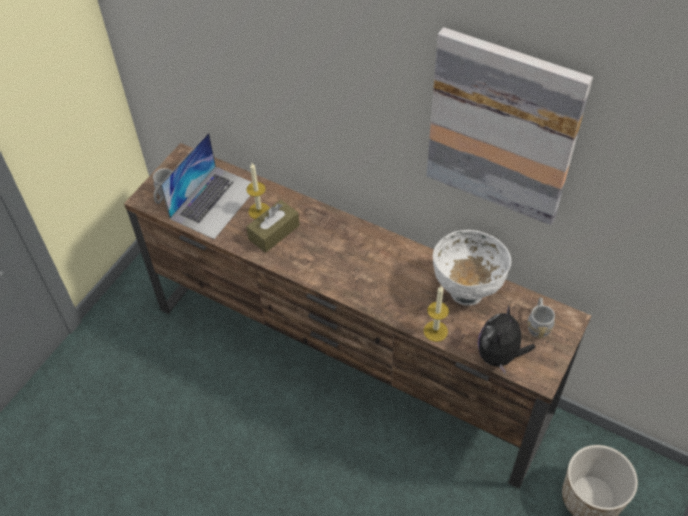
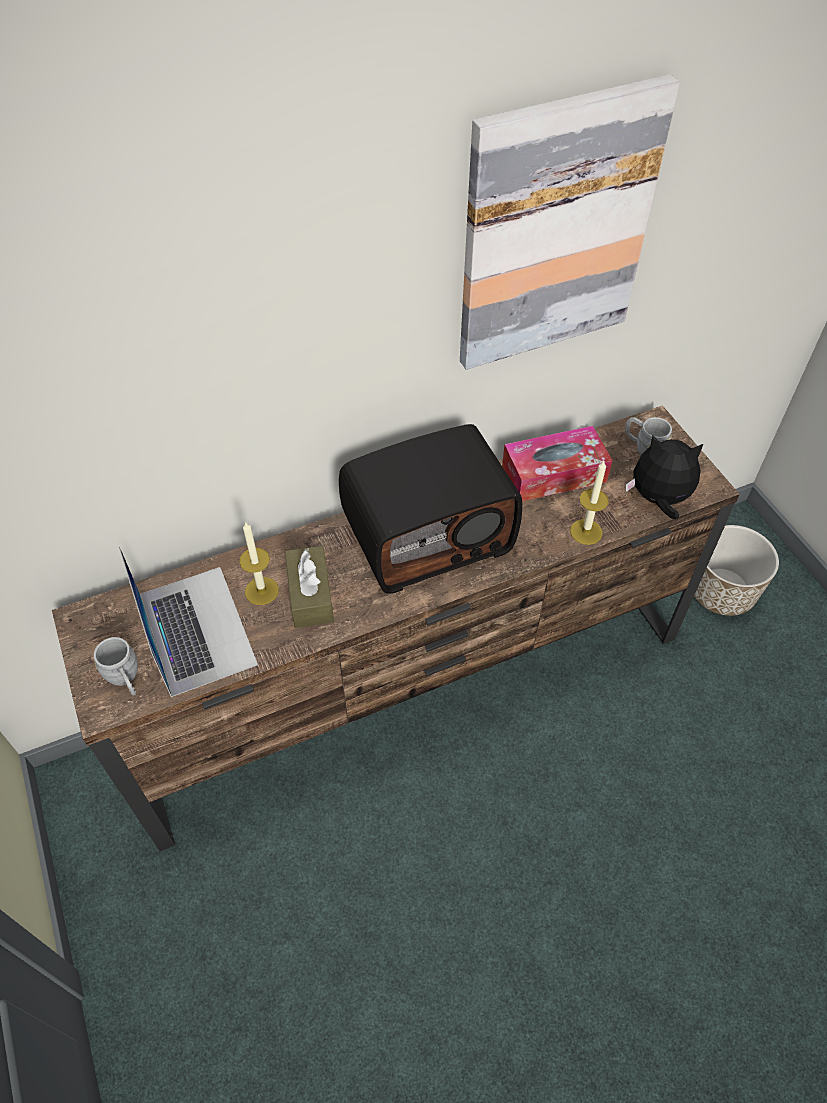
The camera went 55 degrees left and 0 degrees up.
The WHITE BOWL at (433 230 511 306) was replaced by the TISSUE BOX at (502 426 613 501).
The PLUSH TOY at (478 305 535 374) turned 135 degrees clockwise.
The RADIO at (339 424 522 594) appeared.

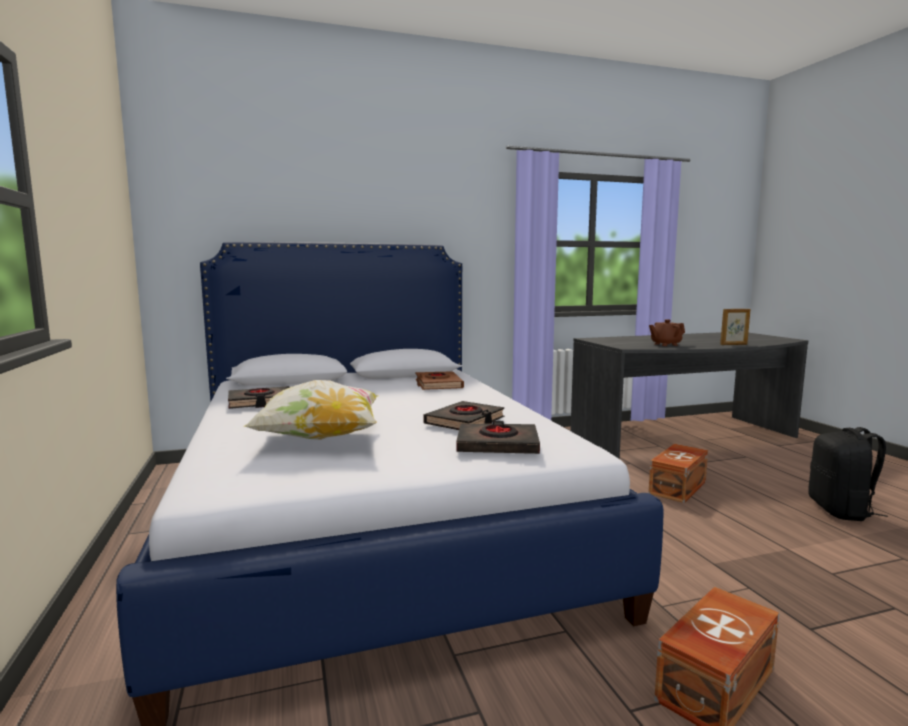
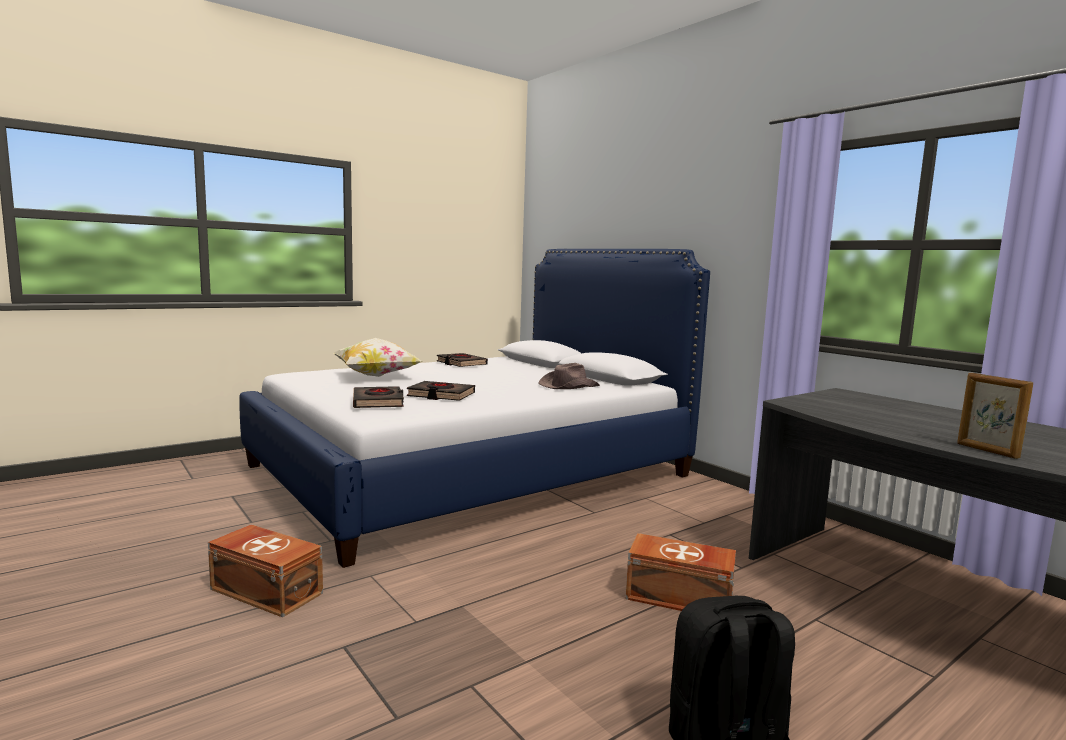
The camera went 70 degrees right and 0 degrees up.
The BROWN BOOK at (416 371 464 390) was replaced by the BROWN HAT at (538 363 600 389).
The BROWN TEAPOT at (649 319 685 346) disappeared.

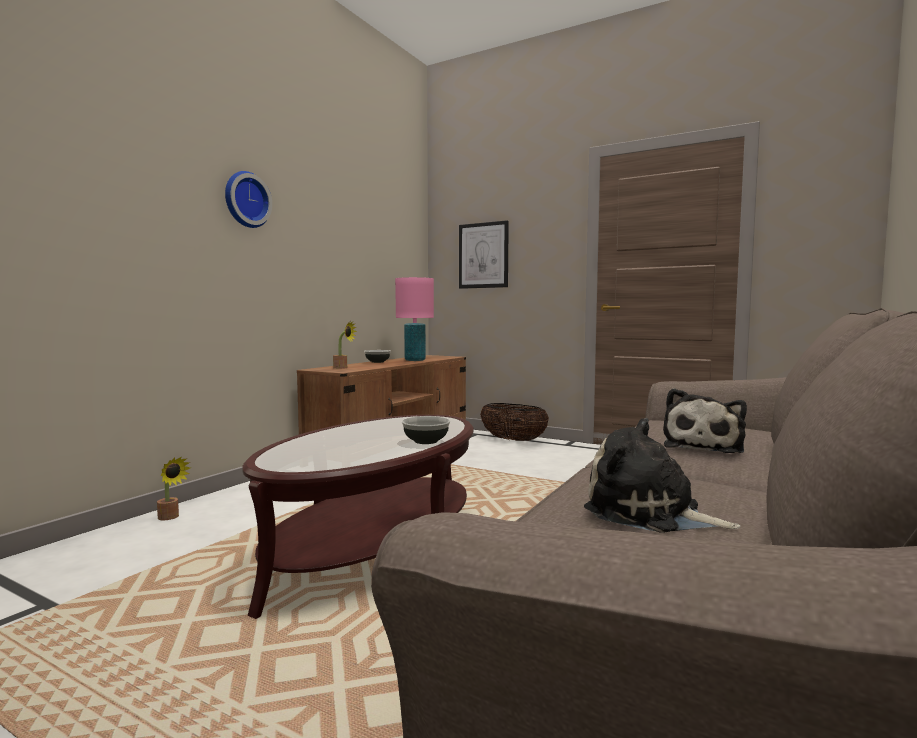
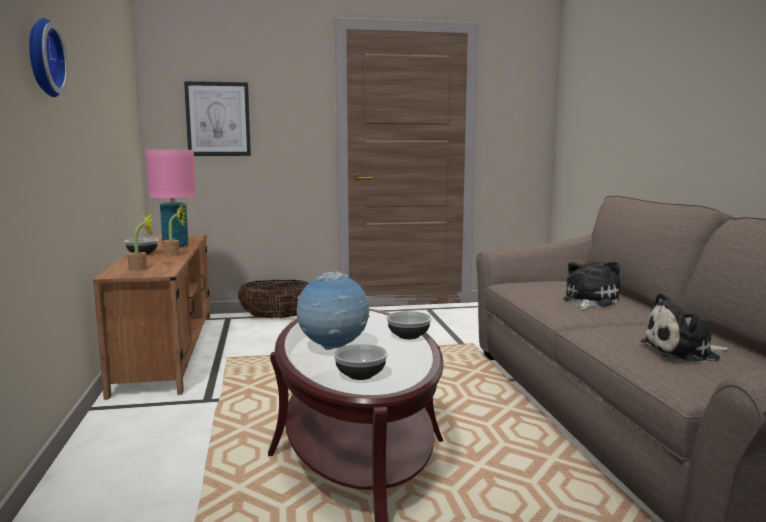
The camera went 40 degrees left and 5 degrees up.
The POTTED PLANT moved from (157 457 190 520) to (163 204 186 256).
The PLUSH TOY at (663 388 747 453) turned 135 degrees counterclockwise.
The GLOBE at (297 272 370 350) appeared.
The BOWL at (333 344 388 380) appeared.

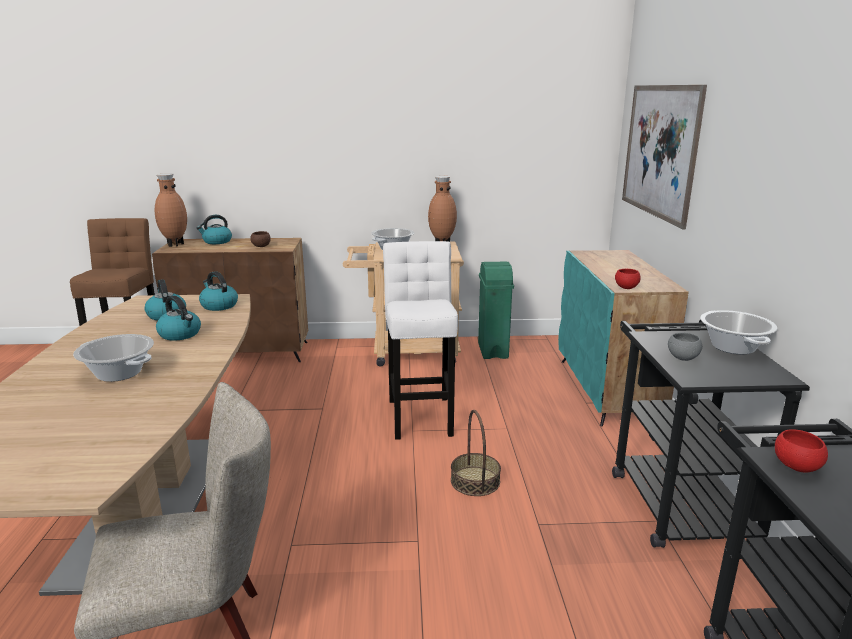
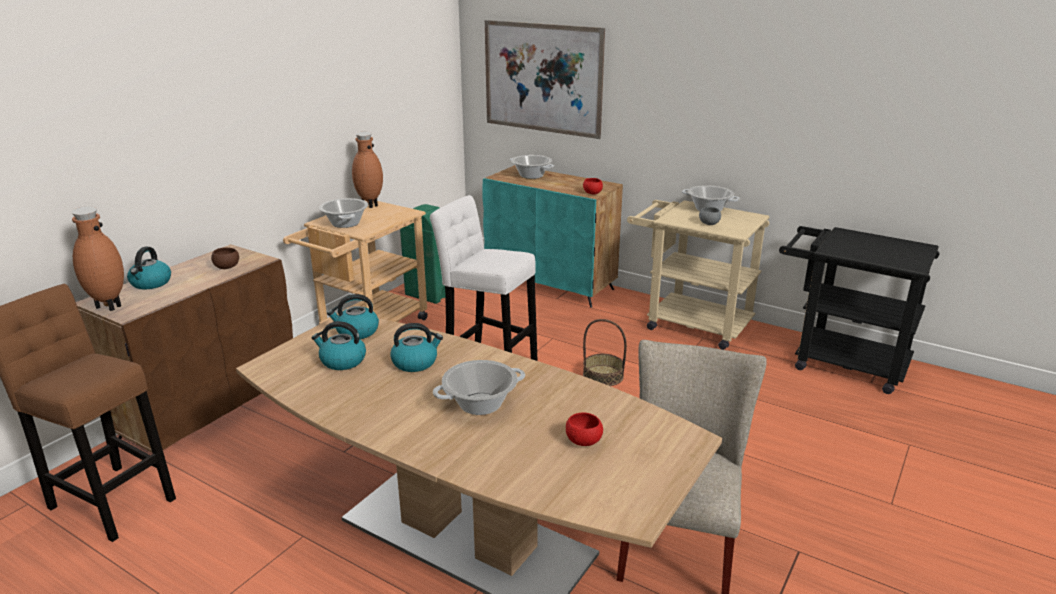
The camera went 55 degrees left and 5 degrees up.
The BLACK CART at (612 320 810 548) became the BEIGE CART at (627 200 769 350).
The RED BOWL moved from (775 429 828 473) to (566 413 603 446).
The COOKING POT at (510 155 554 179) appeared.

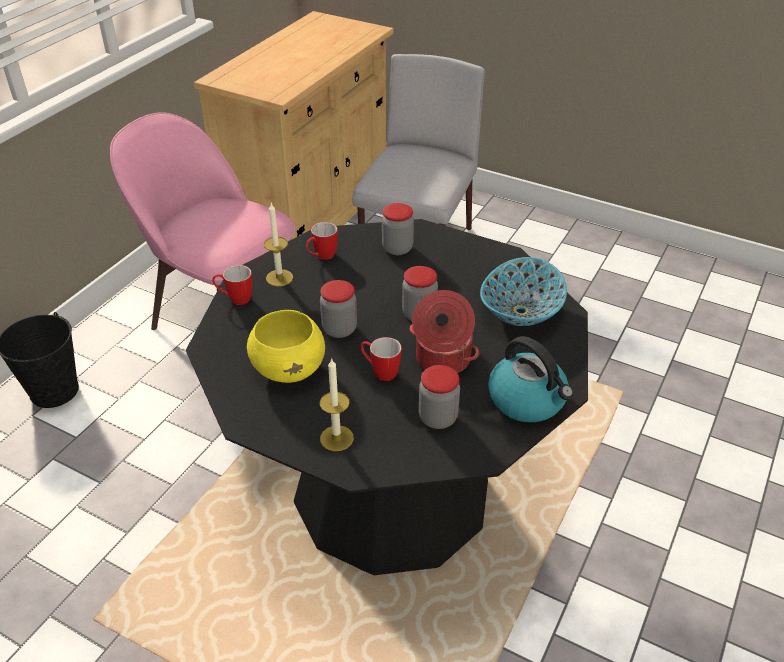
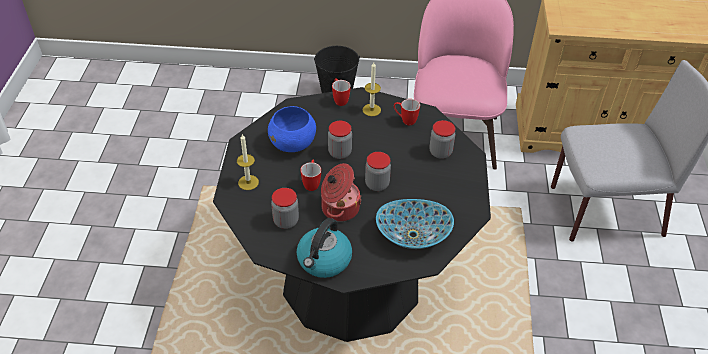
The camera went 65 degrees right and 5 degrees up.
The YELLOW BOWL at (247 310 325 383) became the BLUE BOWL at (268 106 316 152).

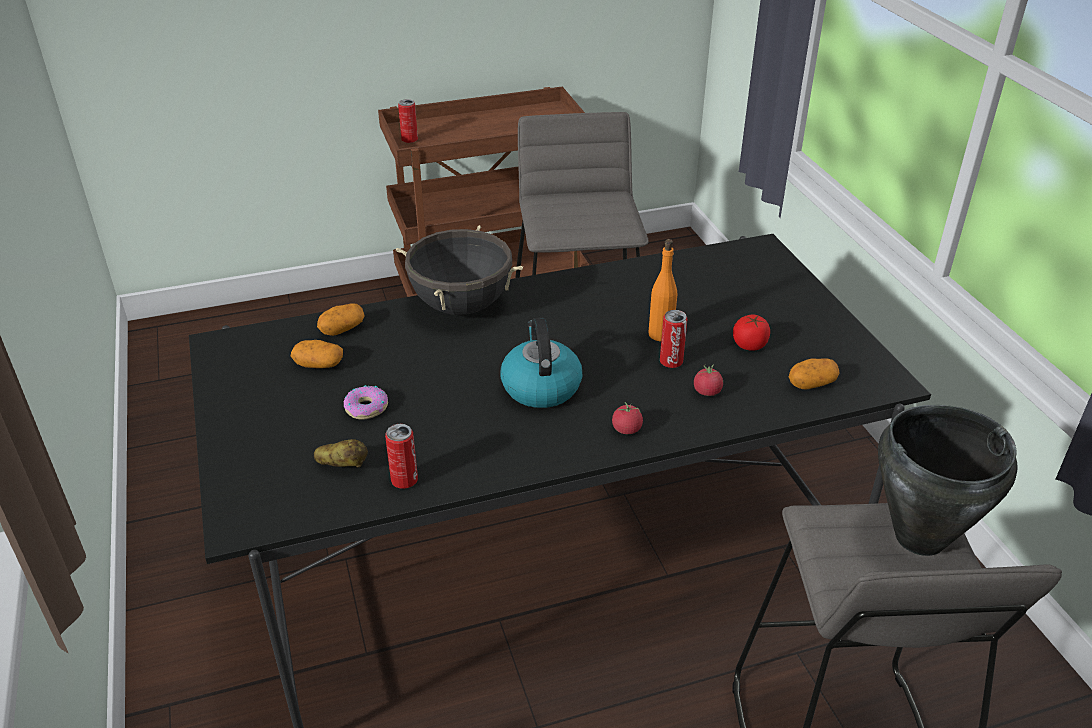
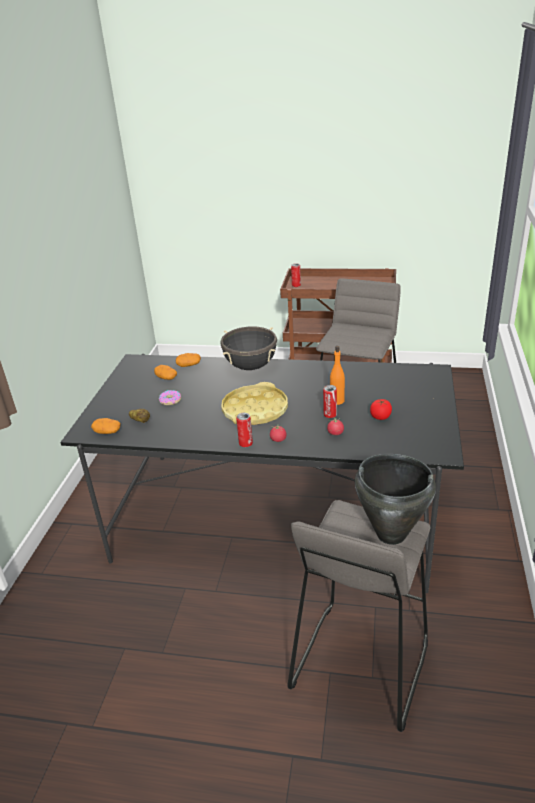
The camera went 30 degrees right and 5 degrees down.
The CAN moved from (385 424 418 489) to (236 413 253 447).
The KETTLE at (500 317 582 408) was replaced by the YELLOW TRAY at (221 382 288 425).
The POTATO moved from (789 358 840 389) to (91 418 121 434).

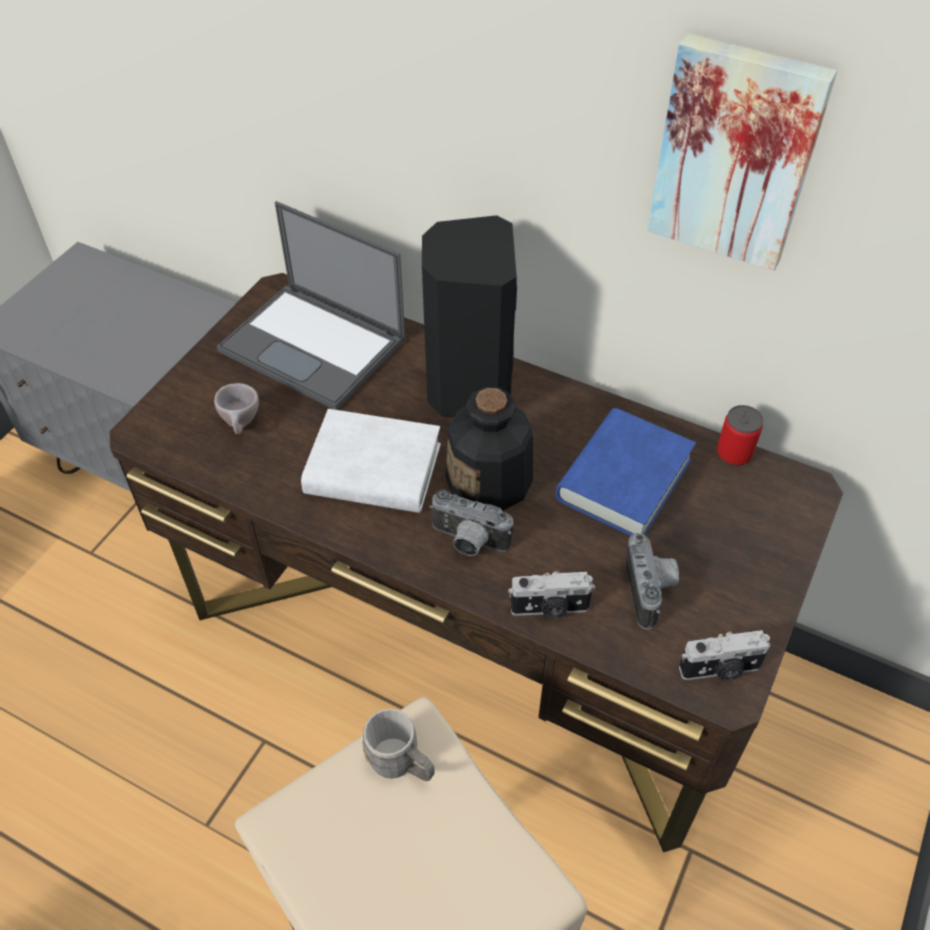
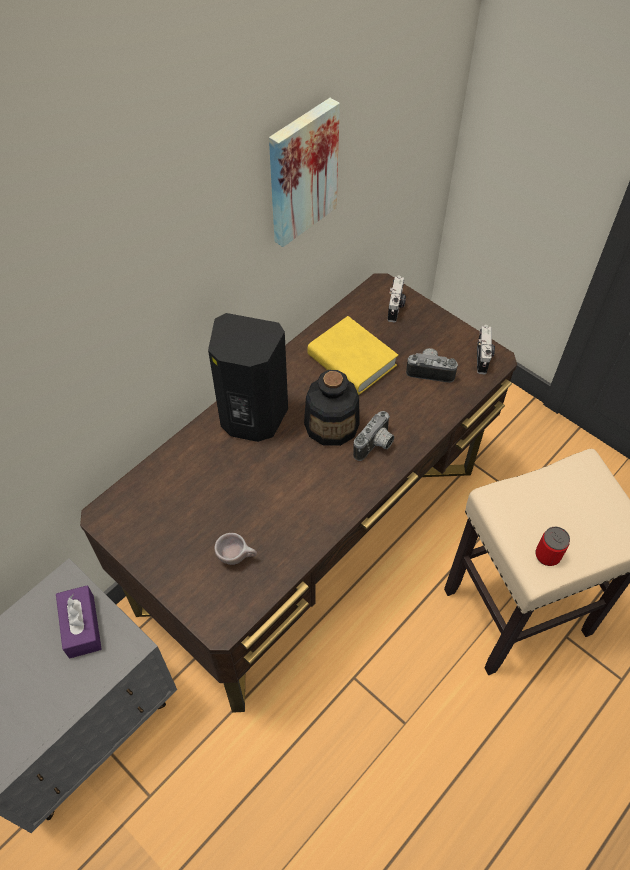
The camera went 75 degrees left and 5 degrees up.
The LAPTOP at (217 201 405 410) disappeared.
The WHITE BOOK at (301 409 441 513) disappeared.
The GREY MUG at (363 709 435 781) disappeared.
The PHOTO CAMERA moved from (508 571 595 618) to (388 275 406 323).
The BLUE BOOK at (556 408 696 536) became the YELLOW BOOK at (307 316 398 395).
The CAN moved from (717 405 763 466) to (536 527 570 566).
The PURPLE TISSUE BOX at (56 585 102 658) appeared.

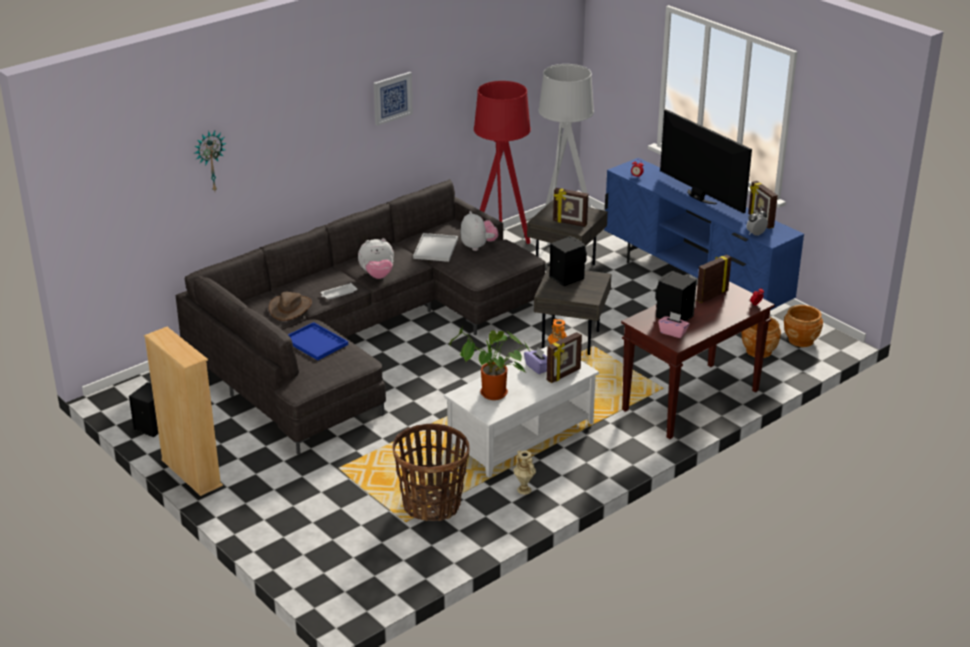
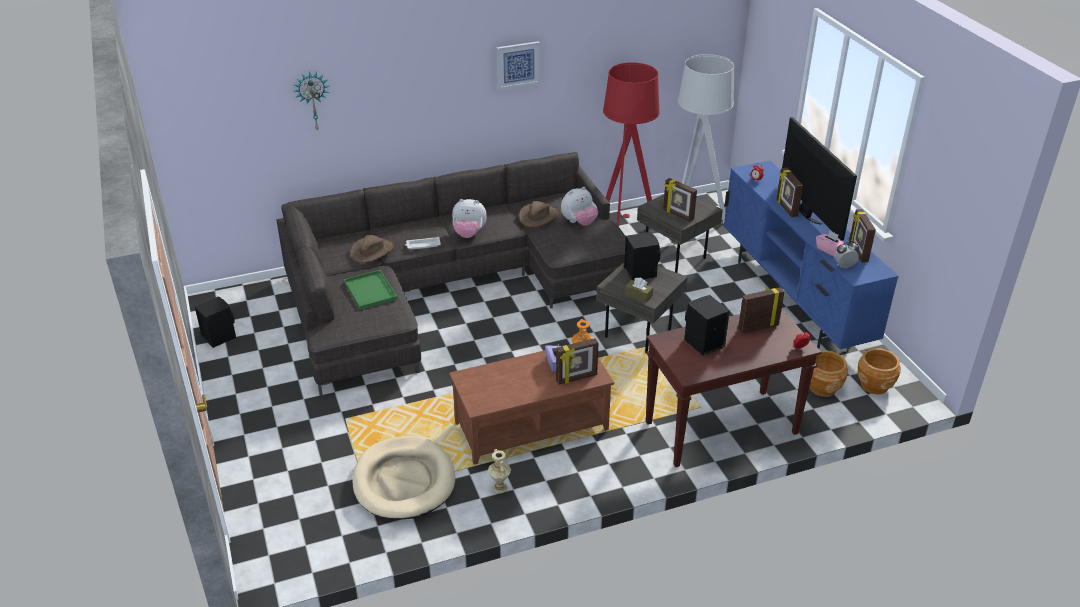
The camera went 20 degrees right and 5 degrees up.
The BEIGE BOOKCASE at (144 327 223 496) disappeared.
The BLUE TRAY at (288 322 348 360) became the GREEN TRAY at (344 270 398 310).
The BASKET at (392 424 470 521) was replaced by the BEIGE DOG BED at (352 436 455 519).
The WHITE TRAY at (413 233 458 262) was replaced by the BROWN HAT at (519 201 559 228).
The WHITE COFFEE TABLE at (444 347 599 477) became the BROWN COFFEE TABLE at (449 350 614 465).
The POTTED PLANT at (449 326 529 400) disappeared.
The PLUSH TOY at (461 211 498 251) turned 60 degrees clockwise.
The PINK TISSUE BOX moved from (658 312 689 338) to (816 230 846 256).
The BROWN TISSUE BOX at (625 278 653 302) appeared.
The PICTURE FRAME at (777 168 803 217) appeared.

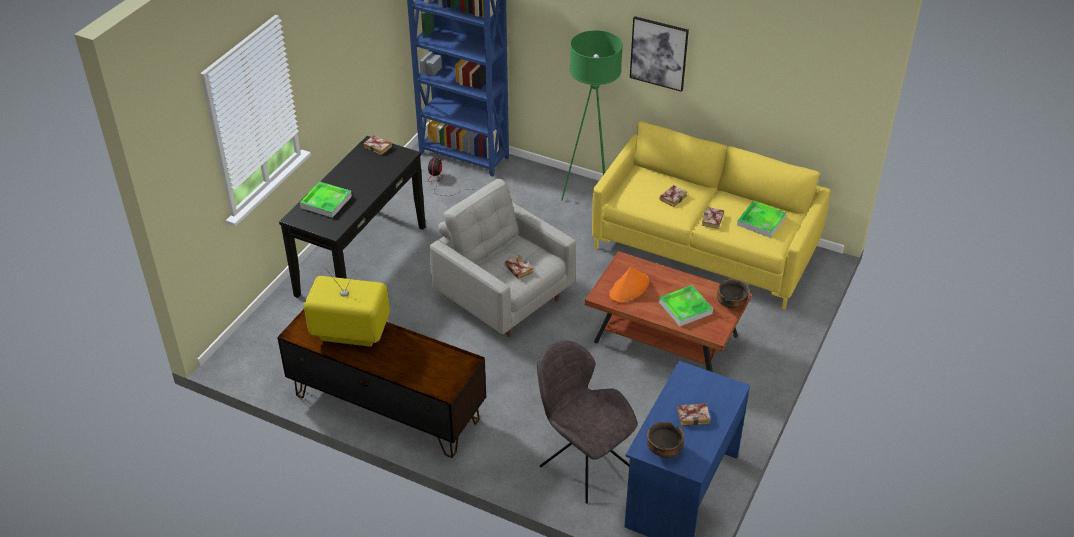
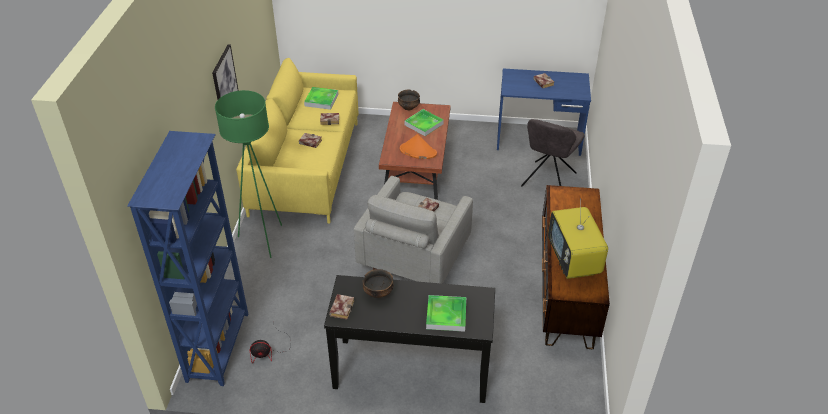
The camera went 110 degrees left and 0 degrees up.
The BOWL moved from (647 422 684 458) to (362 269 394 298).

